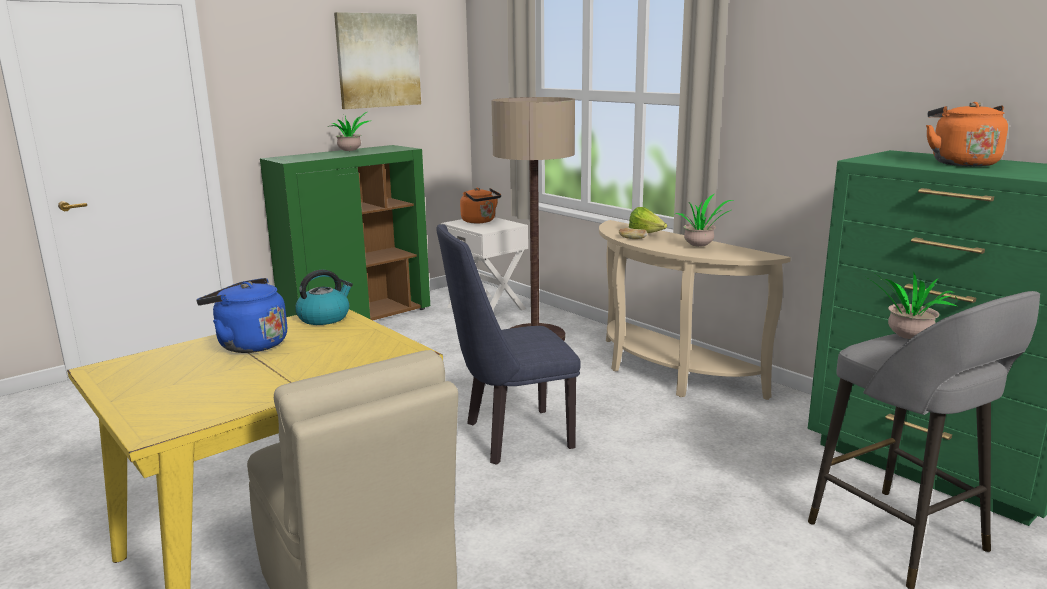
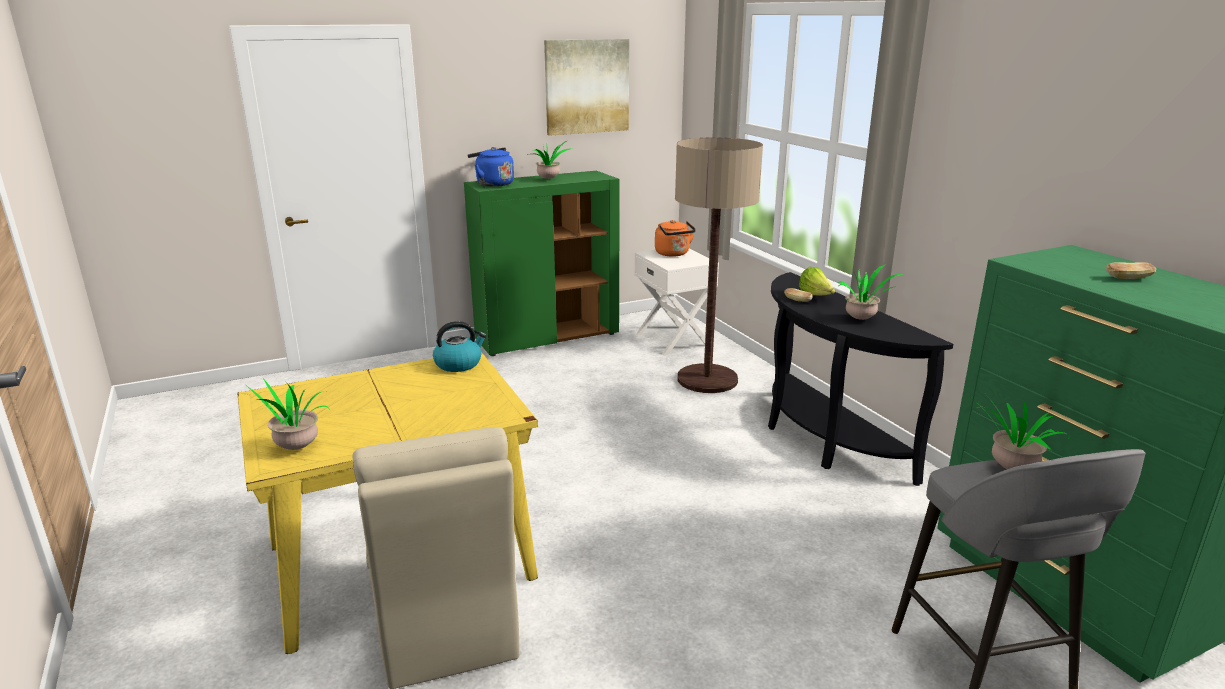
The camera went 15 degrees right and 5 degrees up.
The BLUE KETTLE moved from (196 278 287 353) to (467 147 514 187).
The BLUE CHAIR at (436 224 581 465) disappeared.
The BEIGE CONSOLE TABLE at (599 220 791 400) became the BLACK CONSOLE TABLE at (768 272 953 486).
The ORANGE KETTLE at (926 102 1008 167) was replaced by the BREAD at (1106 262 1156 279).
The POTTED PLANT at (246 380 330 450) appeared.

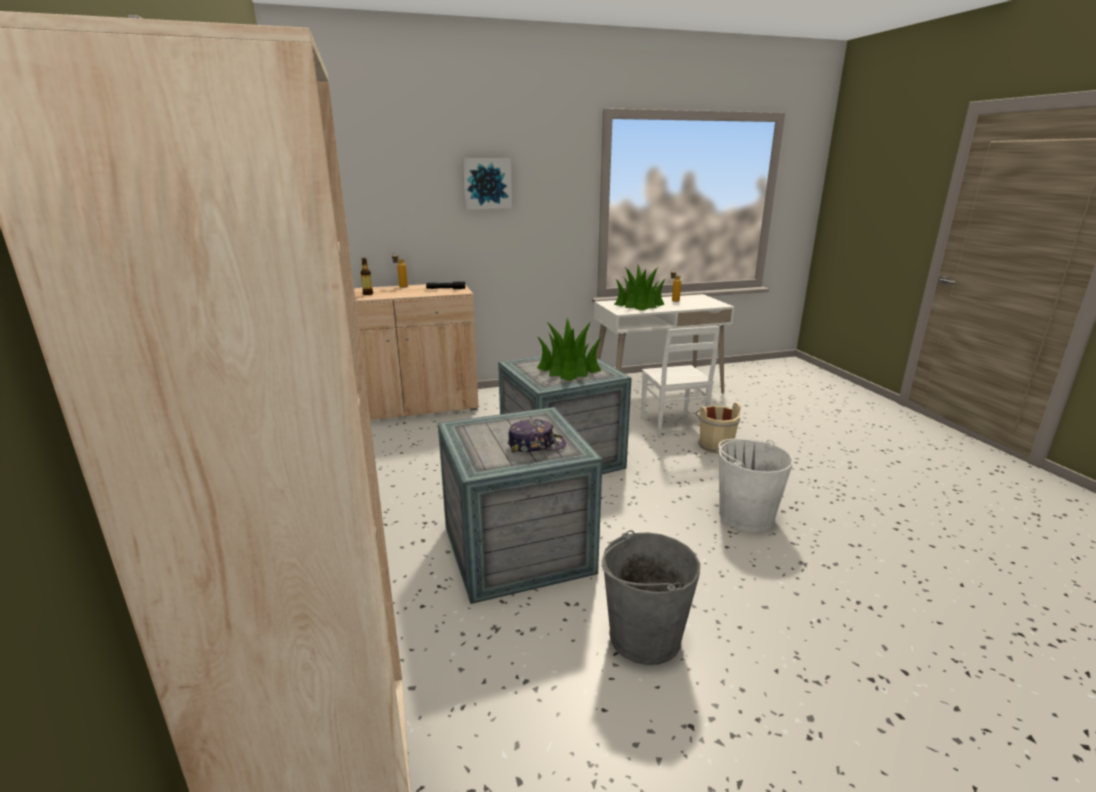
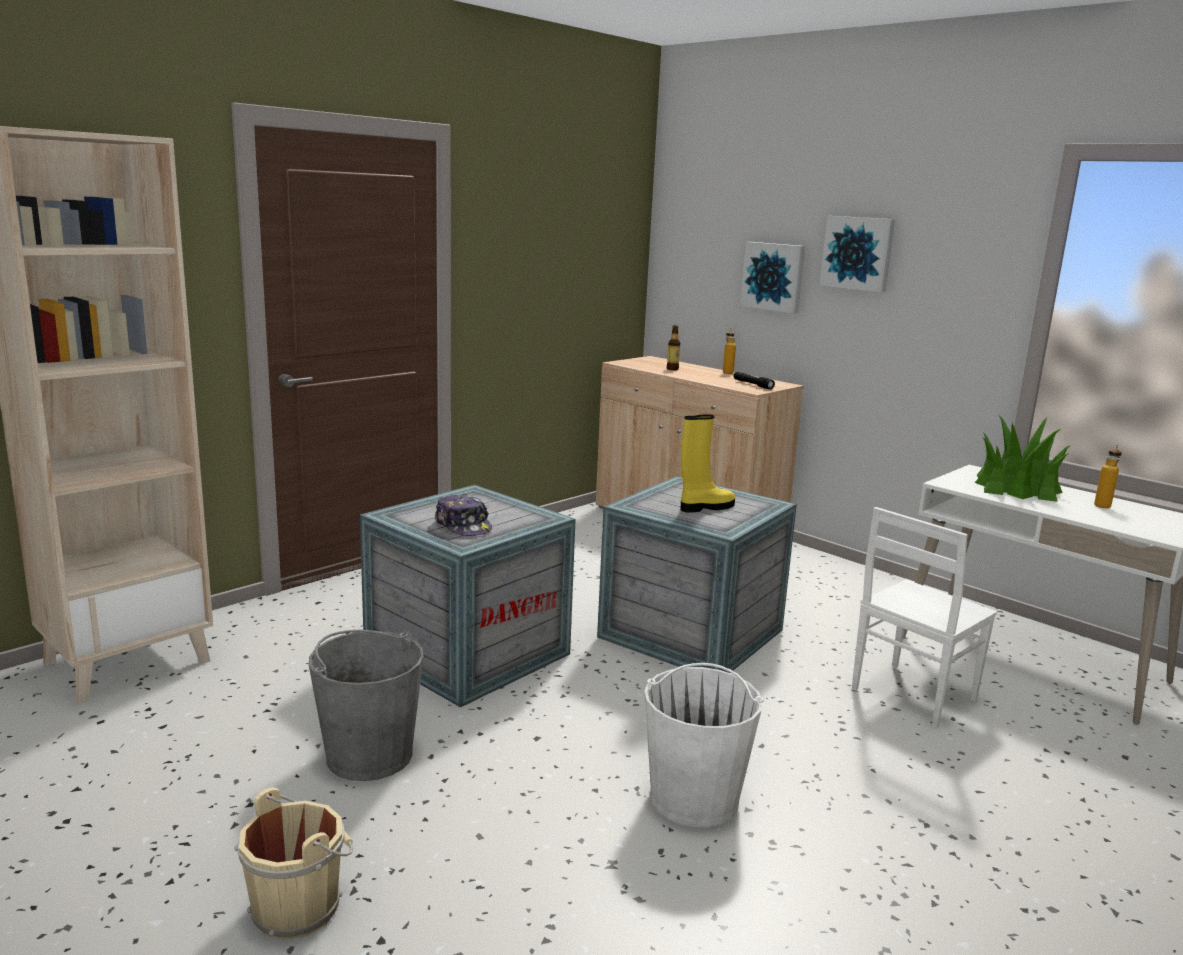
The camera went 60 degrees right and 5 degrees down.
The POTTED PLANT at (537 318 601 381) was replaced by the YELLOW BOOT at (681 414 735 513).
The BEIGE BUCKET moved from (696 402 741 454) to (234 788 353 940).
The PICTURE at (740 242 805 313) appeared.

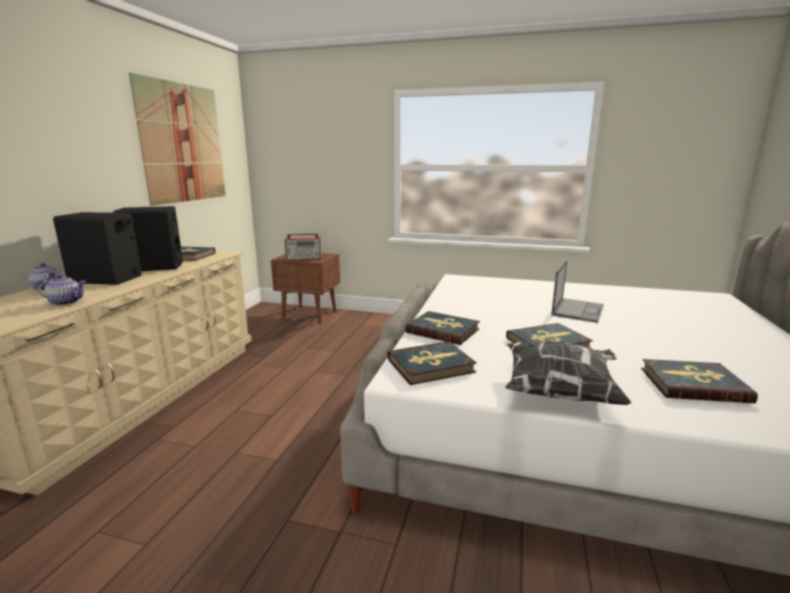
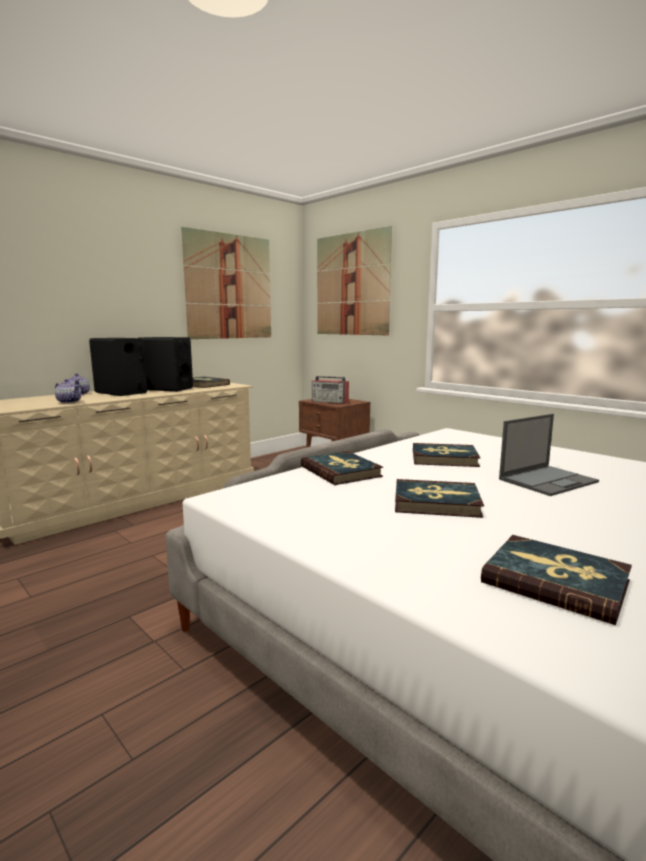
The camera went 30 degrees right and 5 degrees down.
The BOOK moved from (387 341 477 385) to (413 443 481 467).
The PILLOW at (505 341 631 405) disappeared.
The PICTURE at (317 226 392 335) appeared.

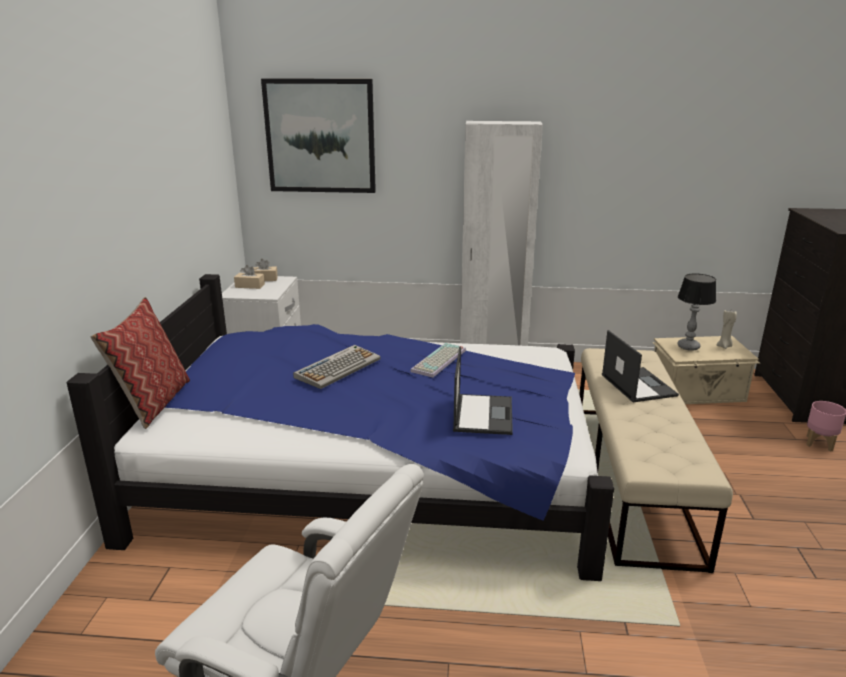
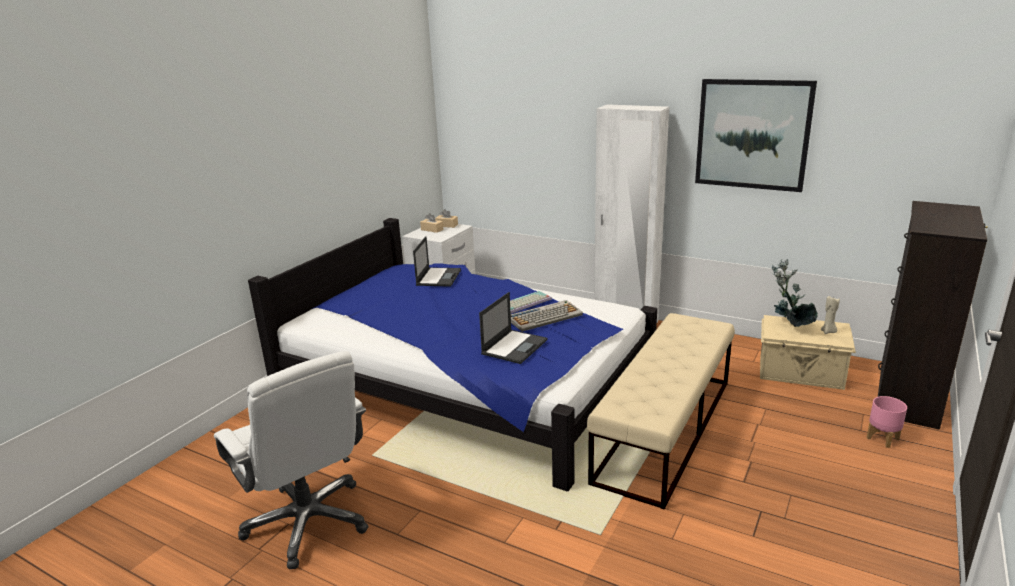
The camera went 25 degrees right and 0 degrees up.
The PILLOW at (91 297 190 429) disappeared.
The PICTURE moved from (261 78 376 193) to (695 79 817 192).
The KEYBOARD moved from (293 345 380 389) to (511 300 583 332).
The LAPTOP moved from (602 330 679 402) to (413 236 461 287).
The TABLE LAMP at (677 273 716 351) was replaced by the POTTED PLANT at (772 259 818 327).

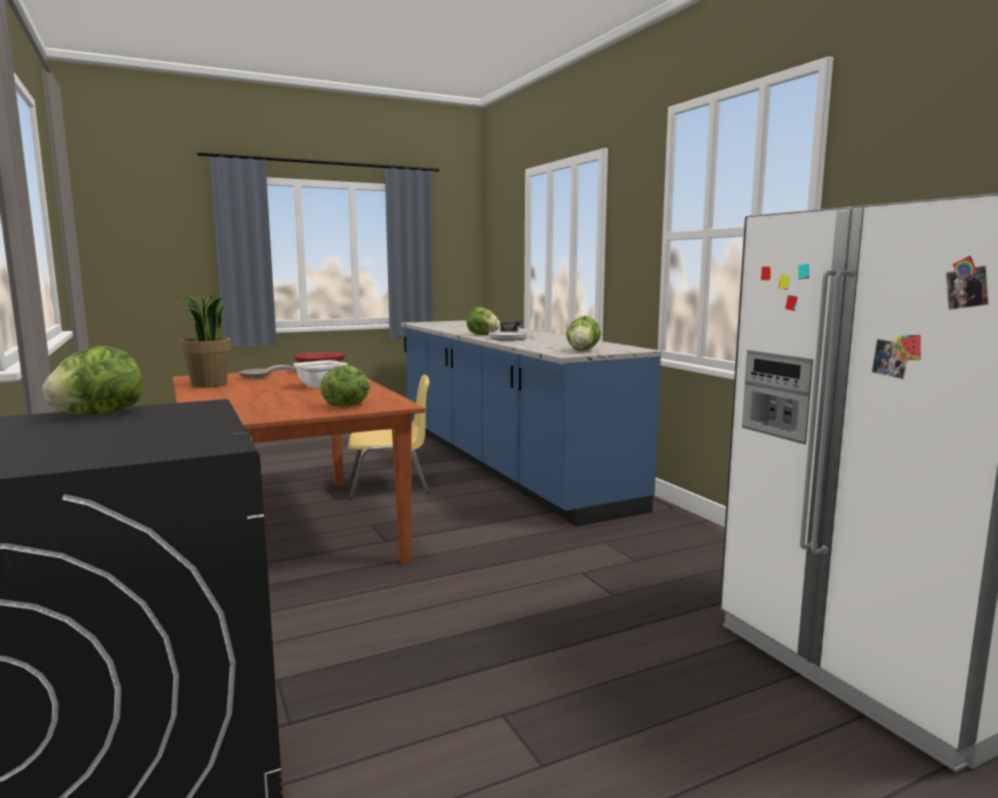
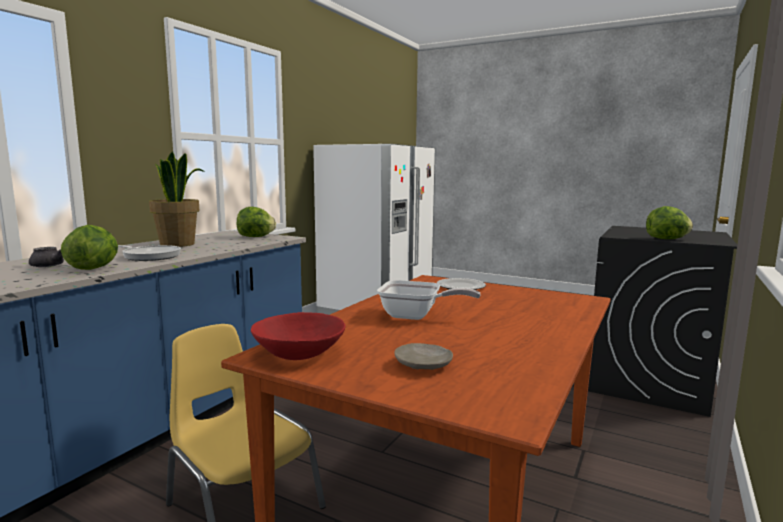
The camera went 125 degrees left and 0 degrees up.
The POTTED PLANT moved from (170 290 232 388) to (149 151 204 247).
The LETTUCE at (320 365 370 407) was replaced by the PLATE at (437 278 486 290).

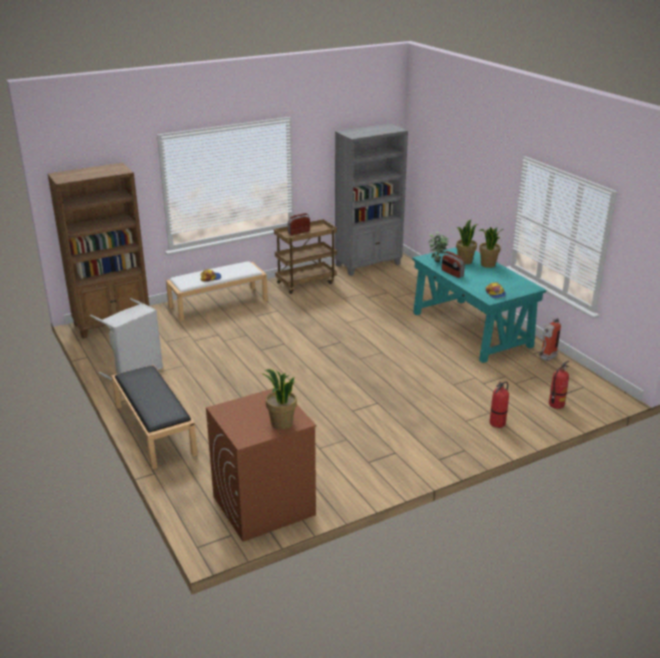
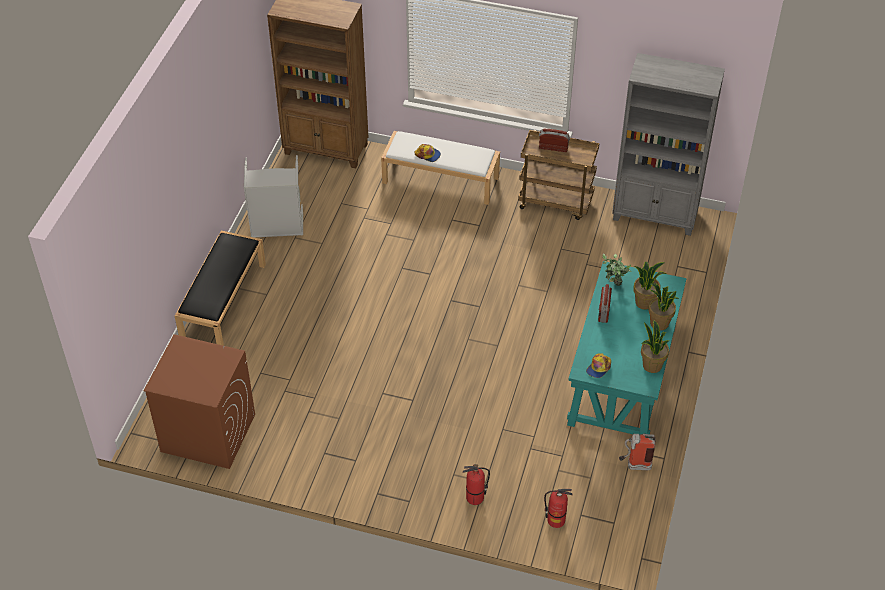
The camera went 45 degrees right and 20 degrees up.
The POTTED PLANT moved from (261 369 297 430) to (641 320 669 373).

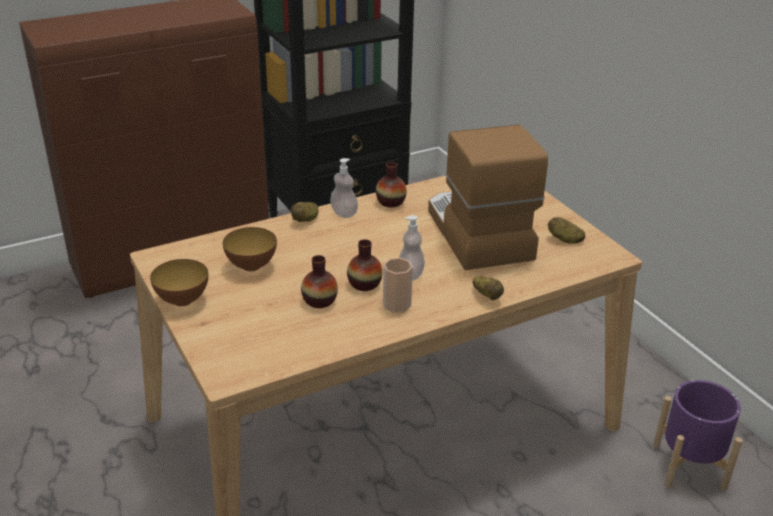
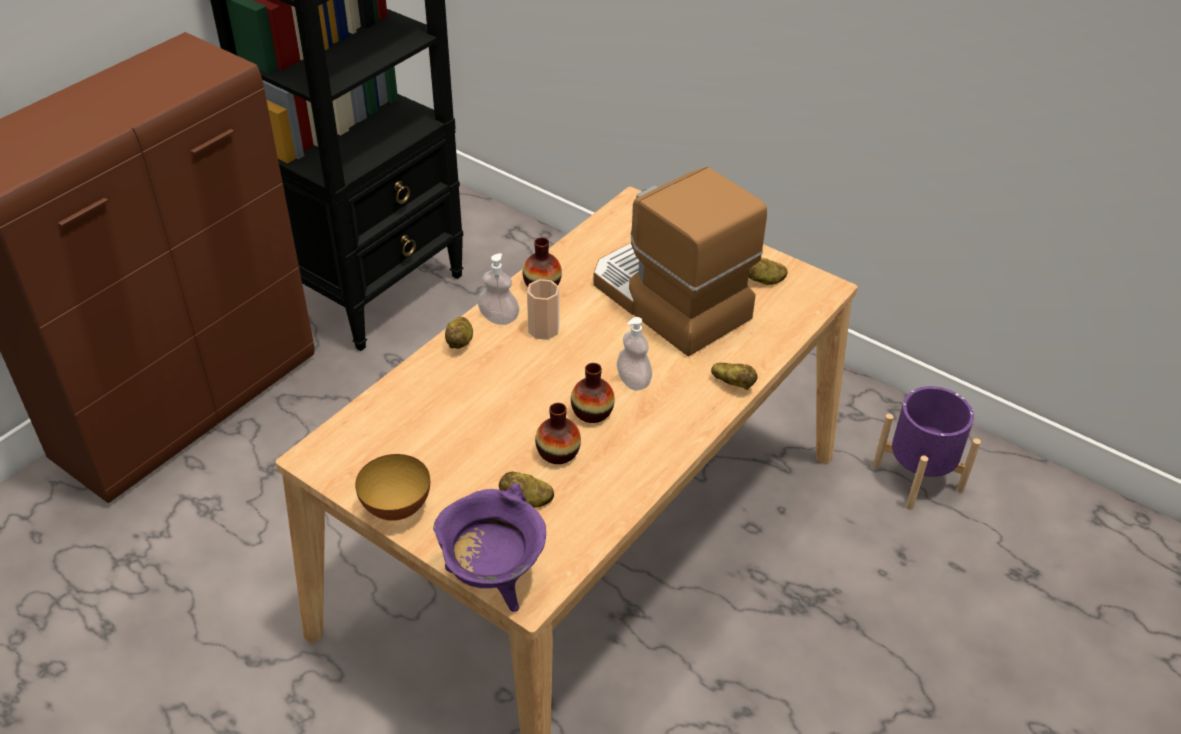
The camera went 25 degrees left and 10 degrees up.
The BOWL at (223 227 277 271) disappeared.
The CUP moved from (383 258 413 313) to (527 279 559 340).
The PURPLE COOKING POT at (433 483 546 612) appeared.
The POTATO at (499 471 554 508) appeared.

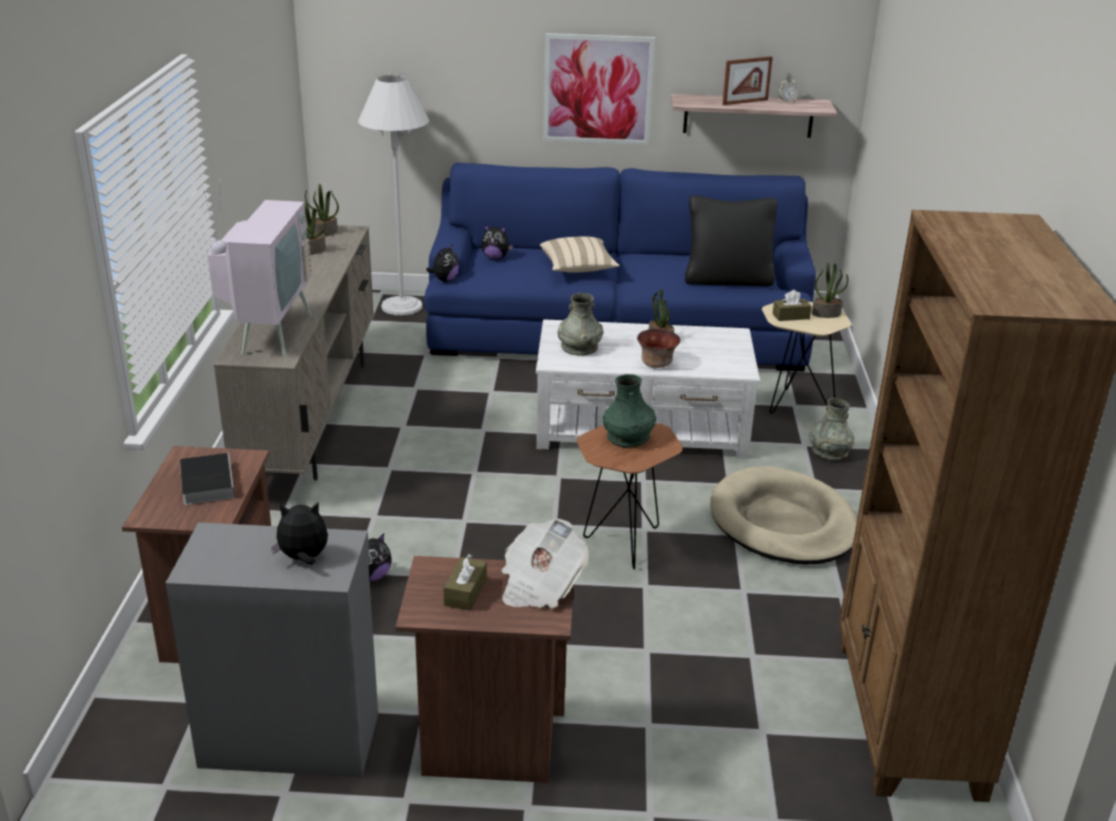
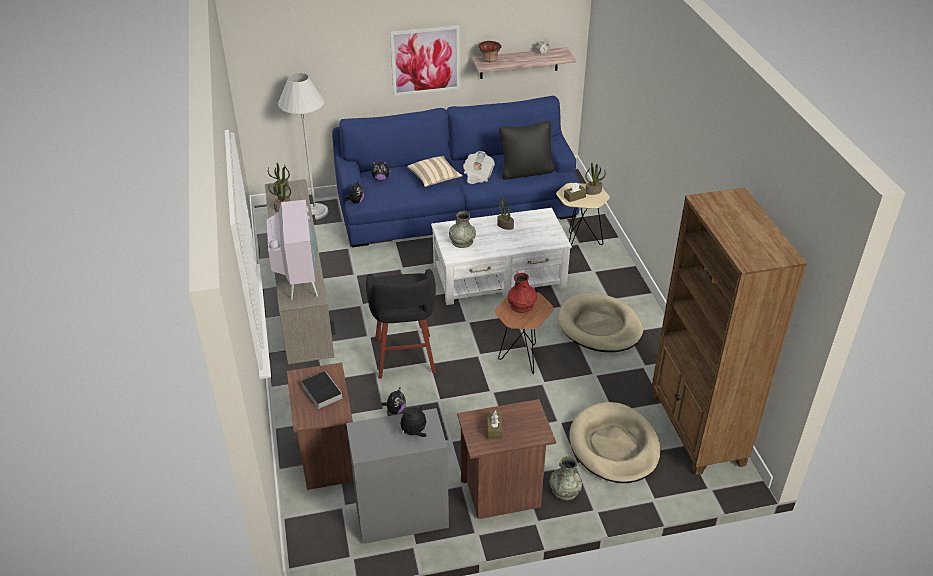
The camera went 15 degrees left and 10 degrees up.
The NEWSPAPER moved from (502 519 589 608) to (463 151 495 184).
The GREEN VASE at (603 374 656 448) became the RED VASE at (508 273 537 313).
The BOWL moved from (637 329 681 368) to (478 41 501 62).
The PICTURE FRAME at (722 56 773 105) disappeared.
The GREY VASE moved from (809 398 854 461) to (549 457 582 500).
The BLACK STOOL at (366 269 436 379) appeared.
The BEIGE DOG BED at (569 402 661 483) appeared.

